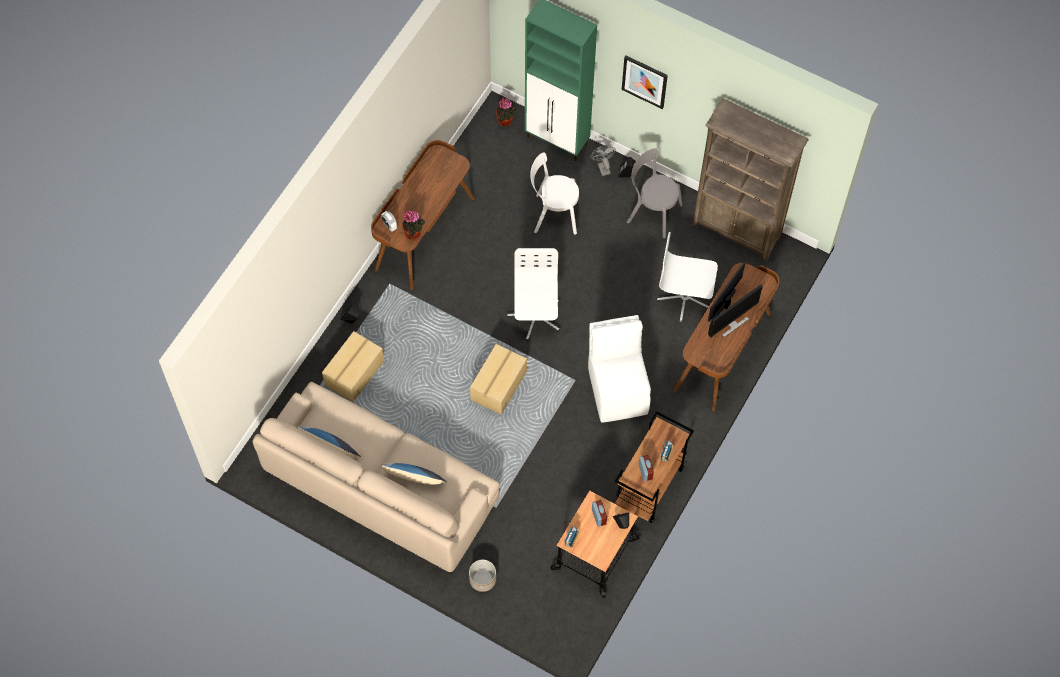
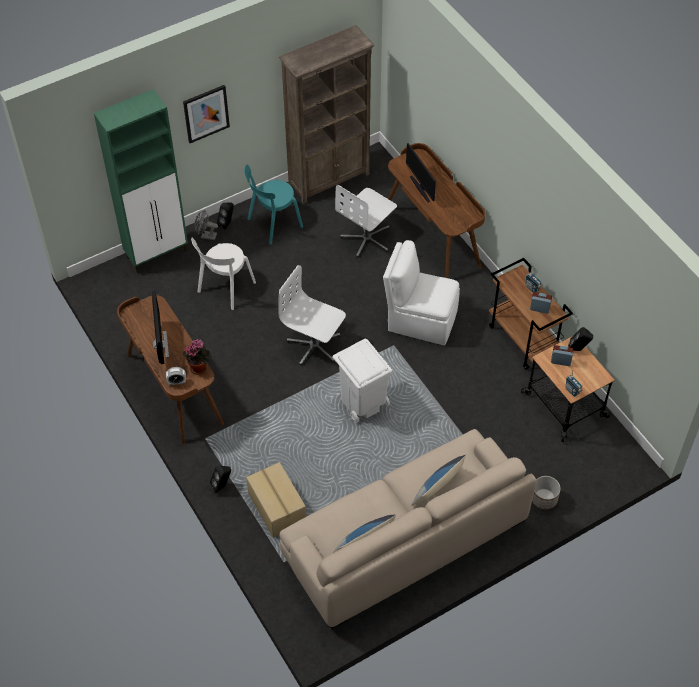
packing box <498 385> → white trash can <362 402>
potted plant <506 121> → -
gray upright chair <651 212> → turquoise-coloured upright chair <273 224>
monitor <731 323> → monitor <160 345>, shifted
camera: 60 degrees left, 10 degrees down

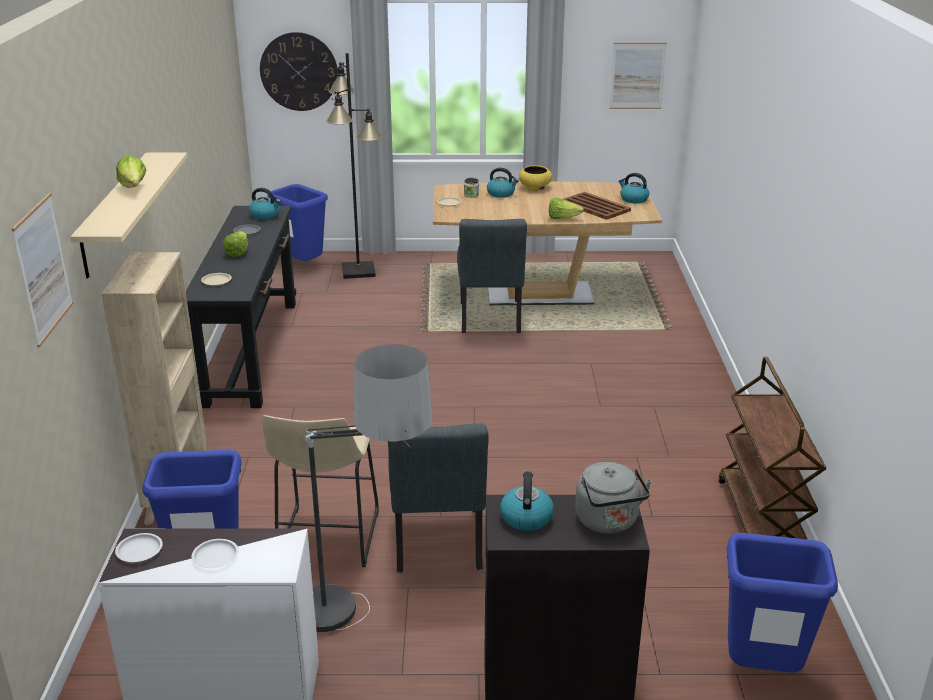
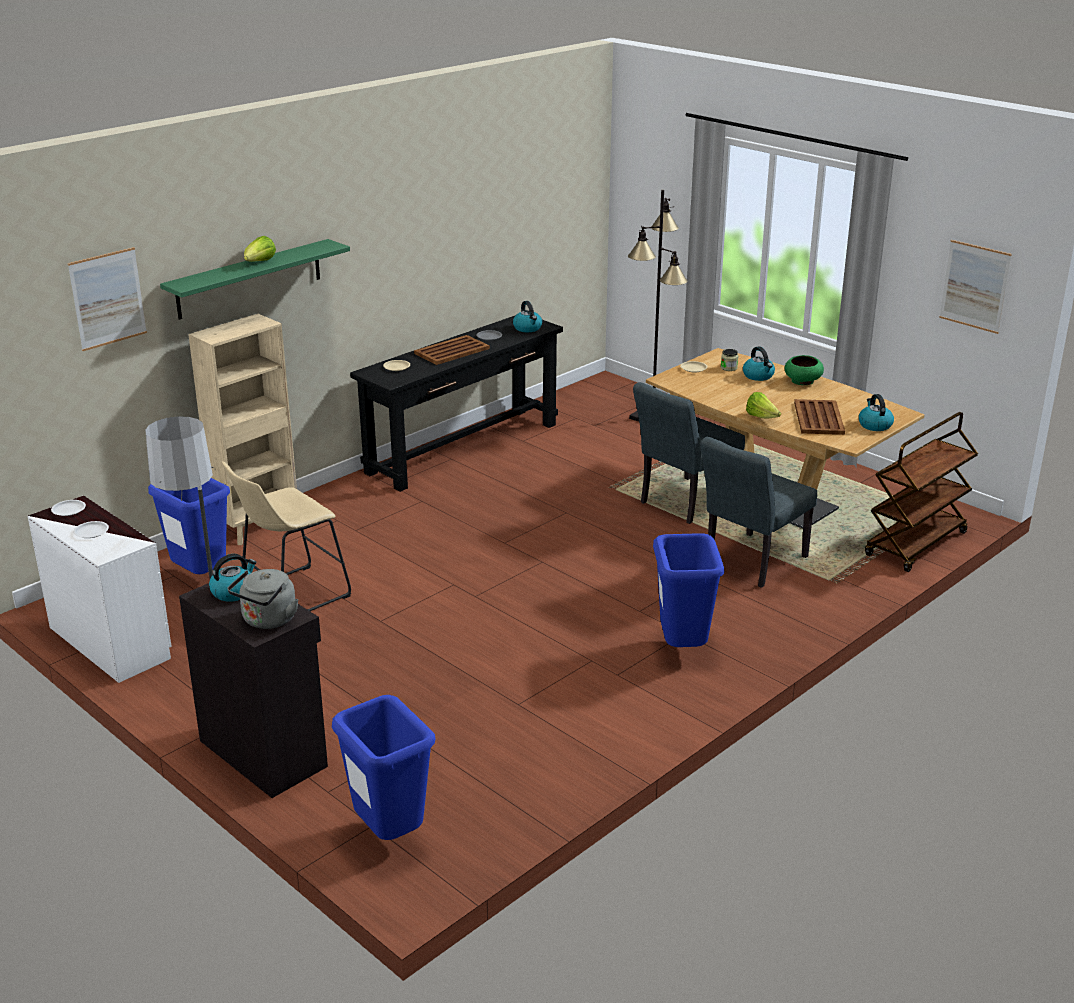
beige-coloured bracket shelf <115 213> → green bracket shelf <249 279>
head of lettuce <238 252> → brownish serving tray <451 351>
clock on the wall <299 71> → -
blue trash can <303 266> → blue trash can <682 650>, shifted
gray upright chair <438 546> → gray upright chair <750 563>, shifted
yellowish deep dish <535 188> → green deep dish <802 381>
brownish trolley <762 520> → brownish trolley <916 545>, shifted
camera: 45 degrees right, 0 degrees up

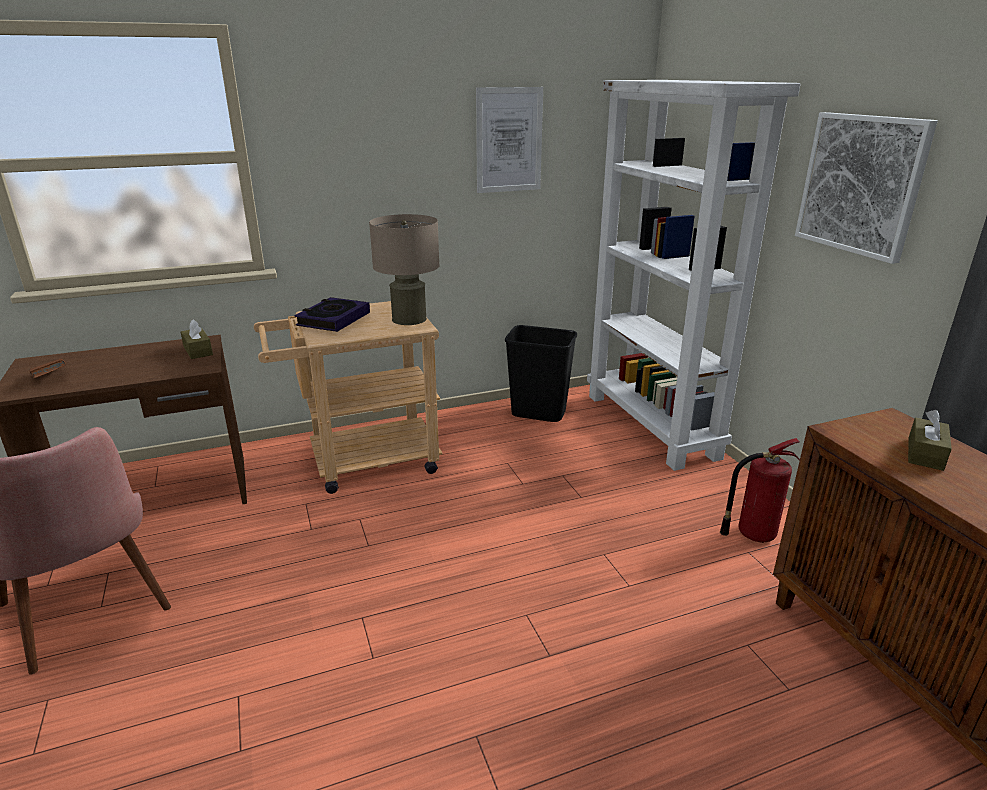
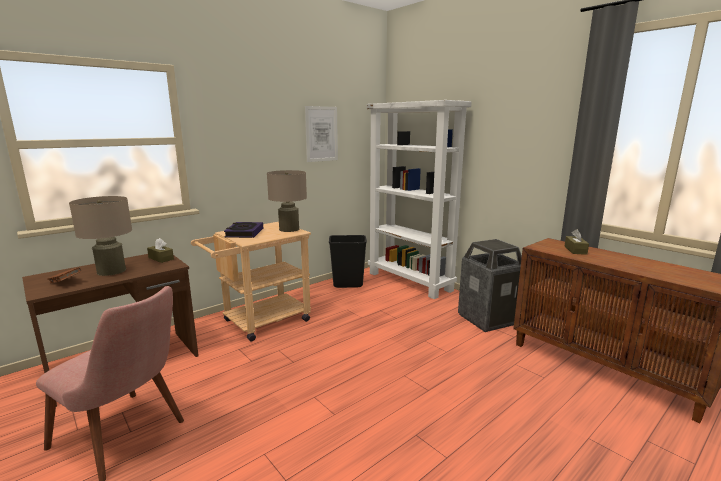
fire extinguisher <753 534> → trash can <487 319>
picture <861 184> → -
- → beige-coloured table lamp <111 271>
camera: 20 degrees left, 10 degrees down

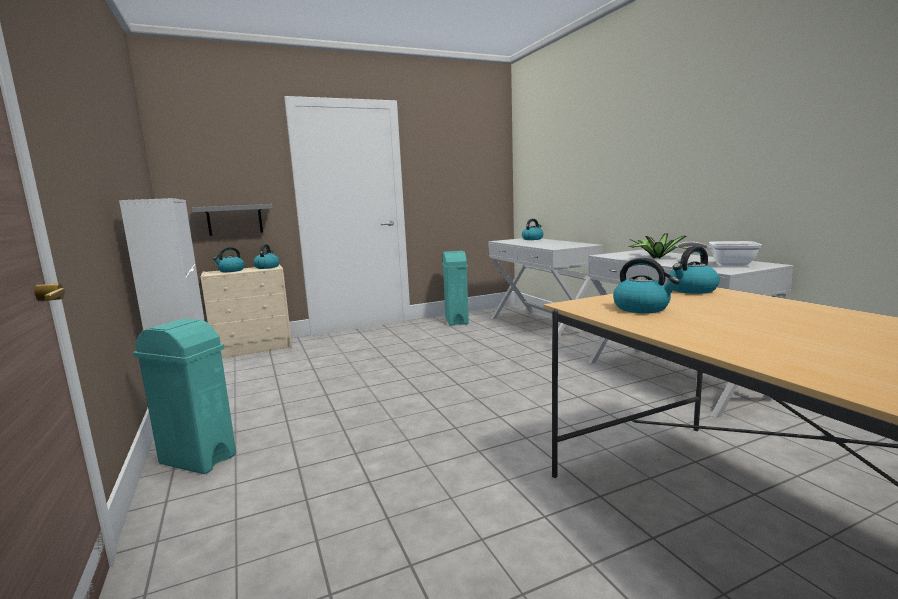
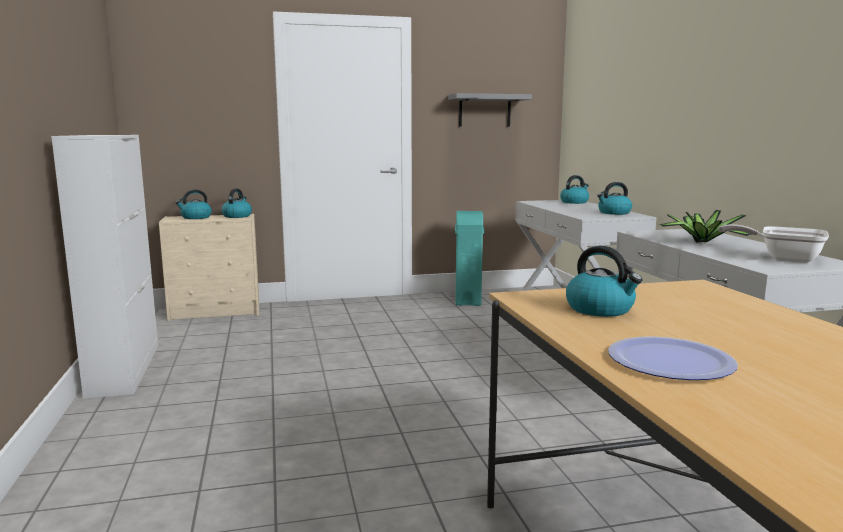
turquoise-coloured trash can <198 459> → -
gray bracket shelf <234 219> → gray bracket shelf <484 110>, shifted
water kettle <691 290> → water kettle <614 213>, shifted
- → plate <670 361>
camera: 10 degrees right, 0 degrees up

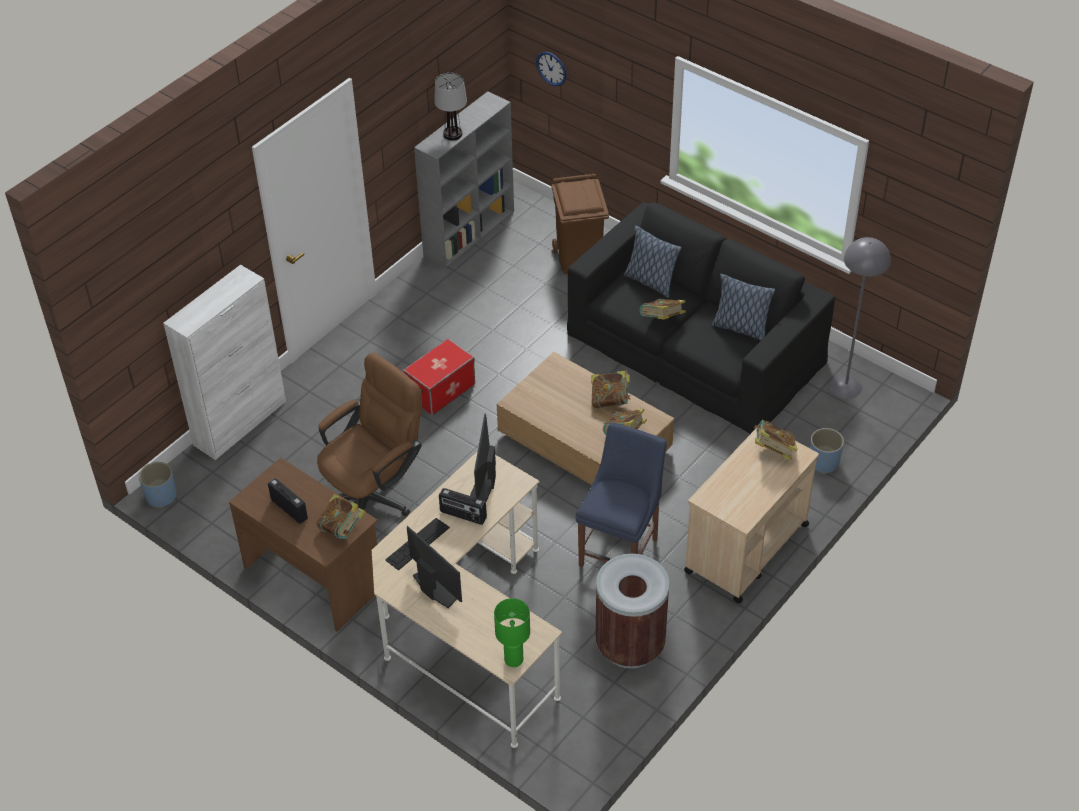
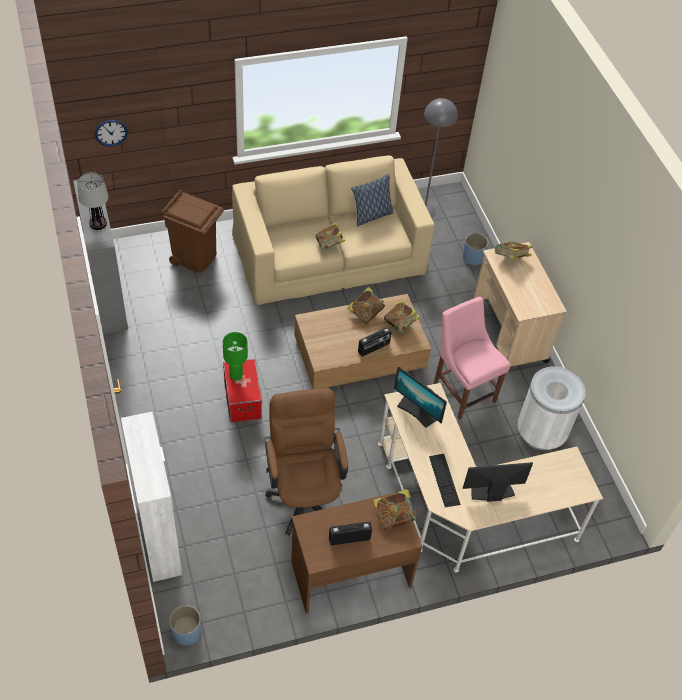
radio receiver <463 515> → radio receiver <374 348>, shifted
green table lamp <513 659> → green table lamp <235 375>, shifted
black couch <696 346> → beige-coloured couch <329 252>
blue upright chair <620 549> → pink-coloured upright chair <462 391>
brownish trash can <630 645> → white trash can <541 433>
throw pillow <650 281> → -
camera: 60 degrees left, 5 degrees up

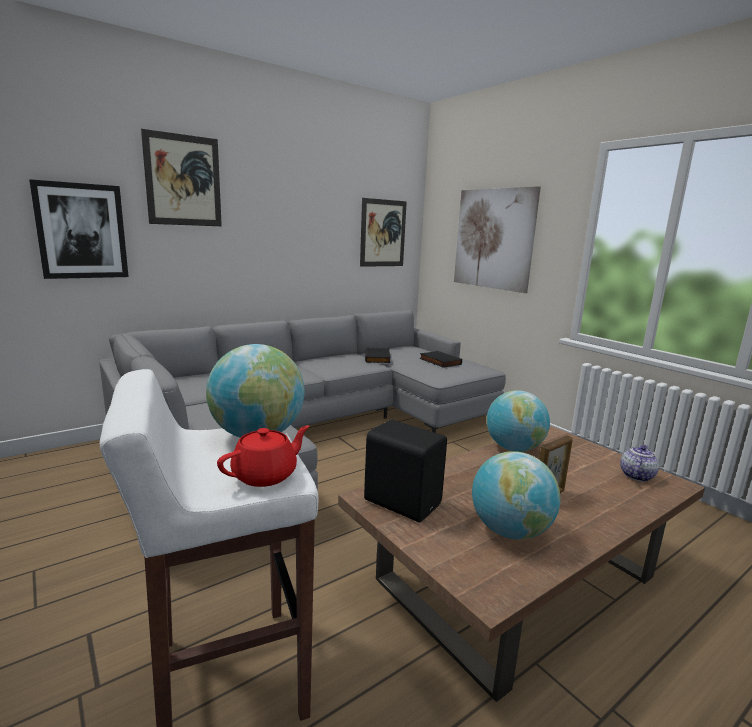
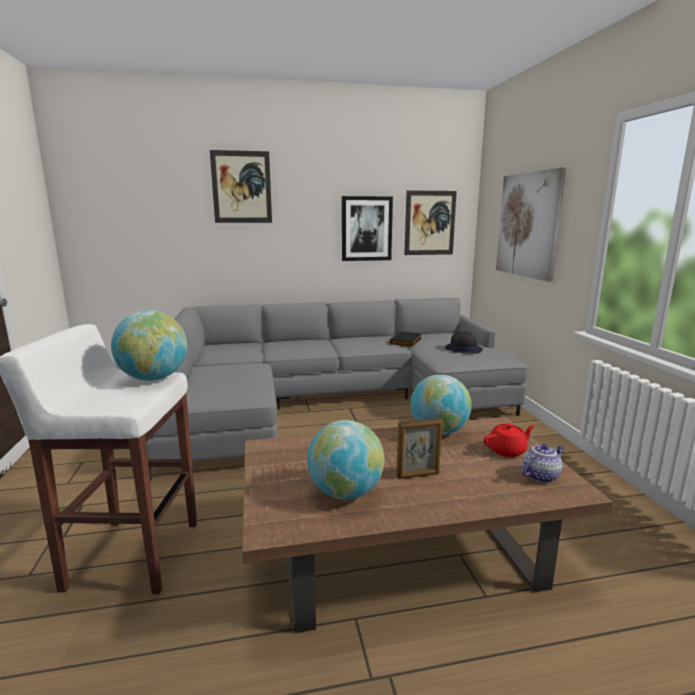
picture <81 231> → picture <366 228>, shifted
reddish tea pot <266 475> → reddish tea pot <507 450>, shifted
black audio speaker <402 501> → -
black bound book <439 361> → black hat <463 349>
camera: 25 degrees right, 0 degrees up

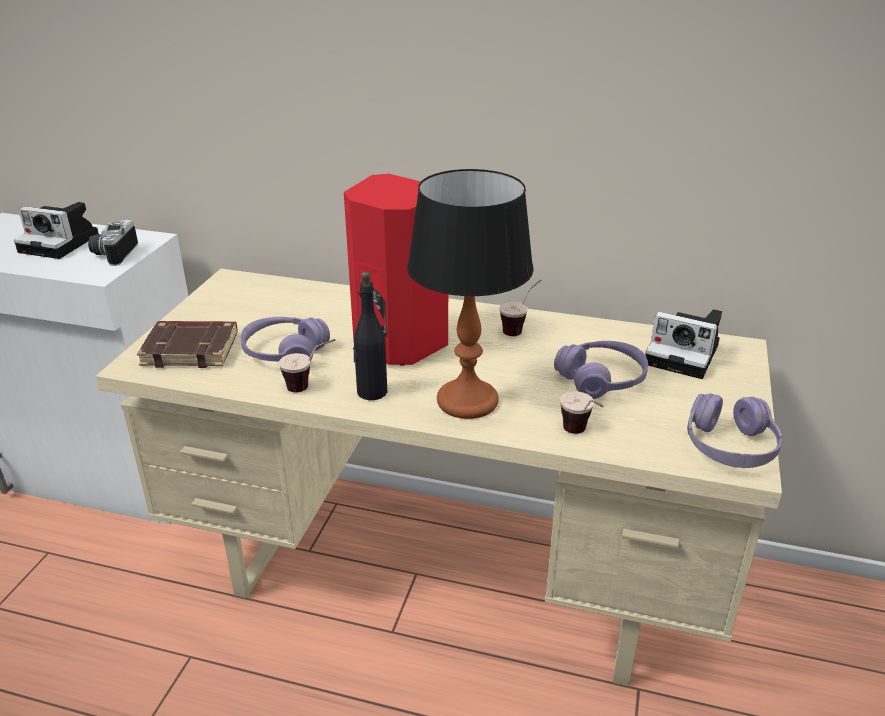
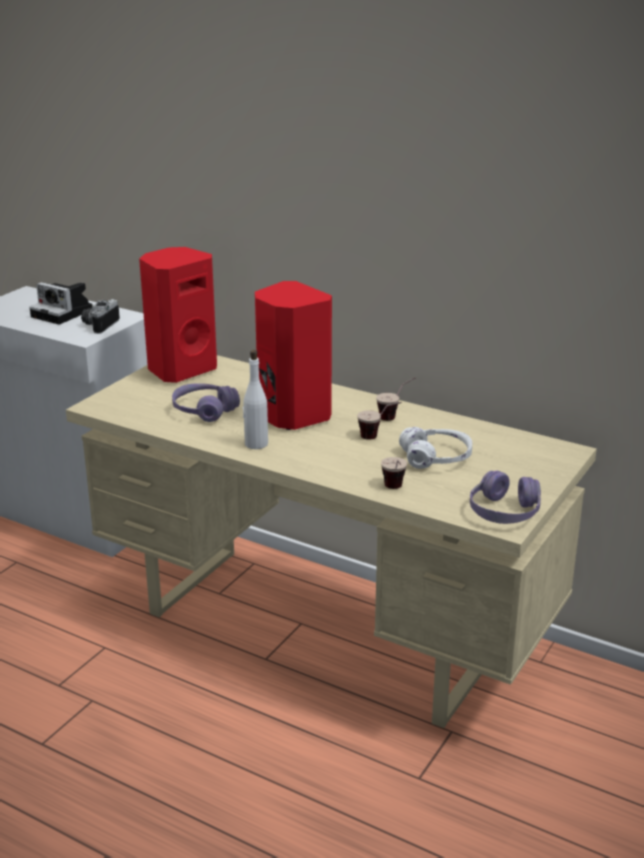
brownish bound book <192 349> → -
drinking cup <310 386> → drinking cup <378 437>, shifted
black beverage bottle <371 392> → white beverage bottle <256 444>
table lamp <466 401> → -
purple-coloured pair of headphones <601 380> → white pair of headphones <436 458>
photo camera <685 355> → -
- → reddish audio speaker <180 370>
camera: 15 degrees right, 5 degrees down

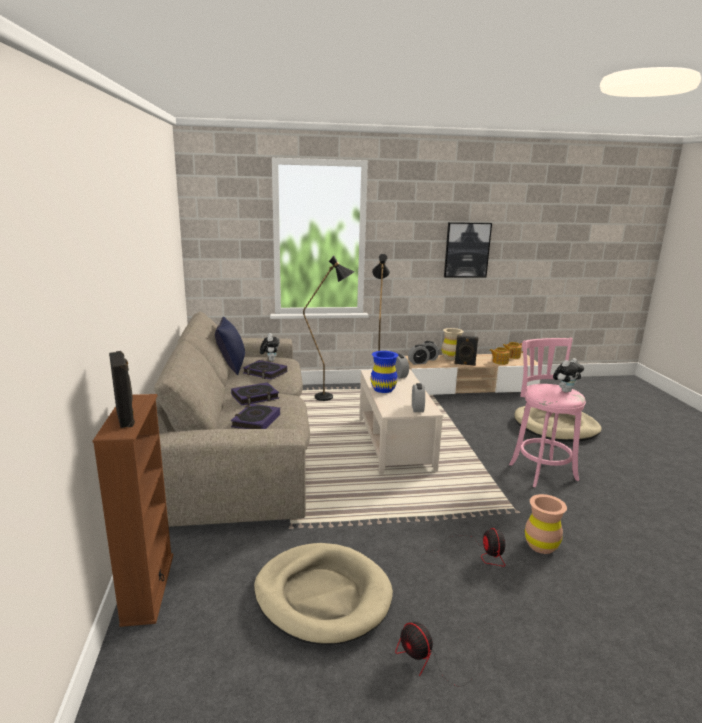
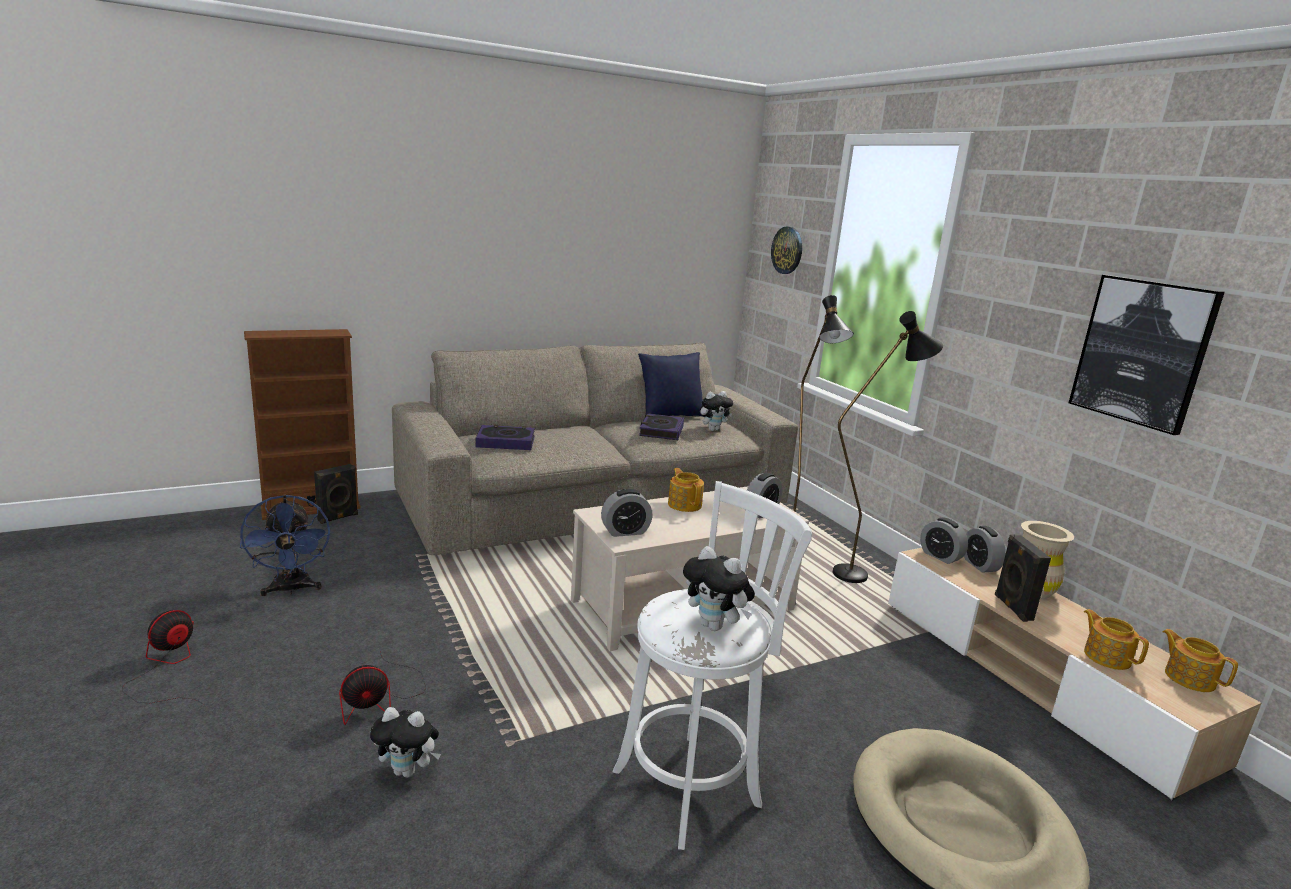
black audio speaker <126 418> → black audio speaker <338 518>, shifted
bound book <255 397> → -
beige-coloured dog bed <322 596> → blue electric fan <291 589>
blue vase <383 389> → tea pot <684 504>
pink-coloured stool seat <540 470> → white stool seat <692 785>
brownish vase <541 545> → cuddly toy <408 771>
- → clock on the wall <787 250>
camera: 70 degrees right, 0 degrees up

